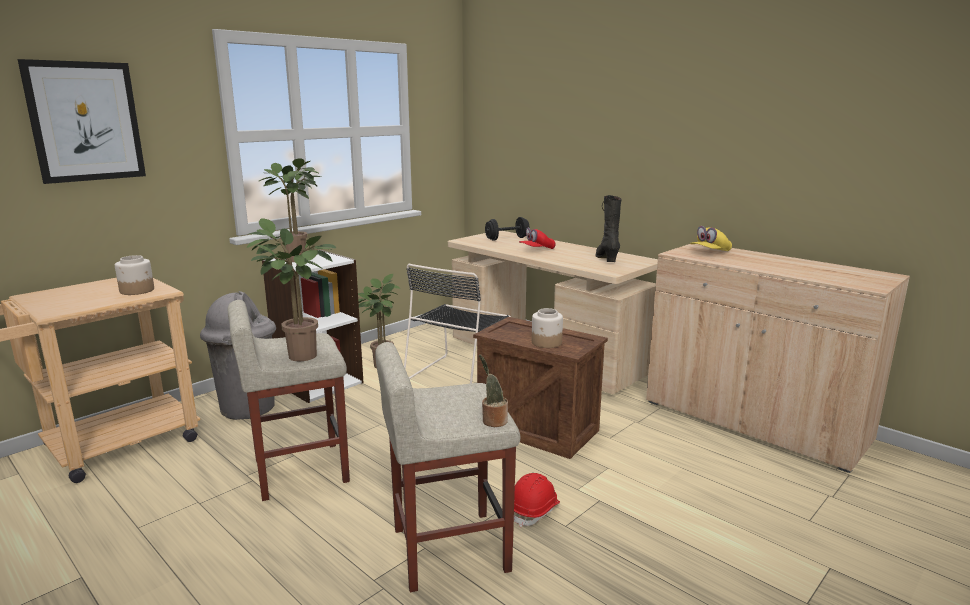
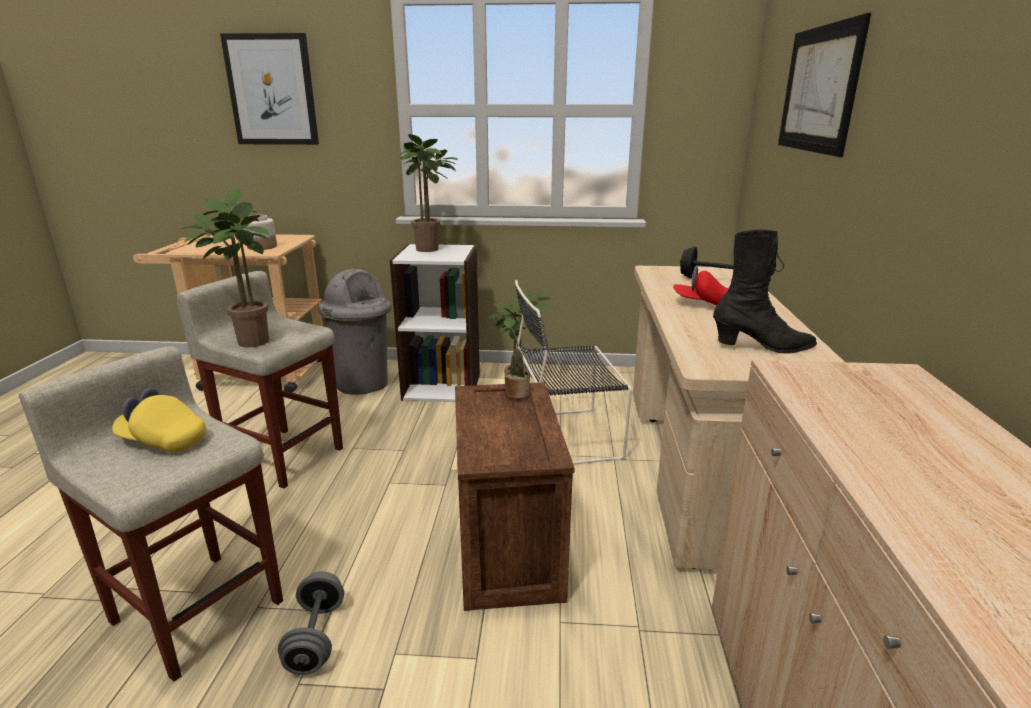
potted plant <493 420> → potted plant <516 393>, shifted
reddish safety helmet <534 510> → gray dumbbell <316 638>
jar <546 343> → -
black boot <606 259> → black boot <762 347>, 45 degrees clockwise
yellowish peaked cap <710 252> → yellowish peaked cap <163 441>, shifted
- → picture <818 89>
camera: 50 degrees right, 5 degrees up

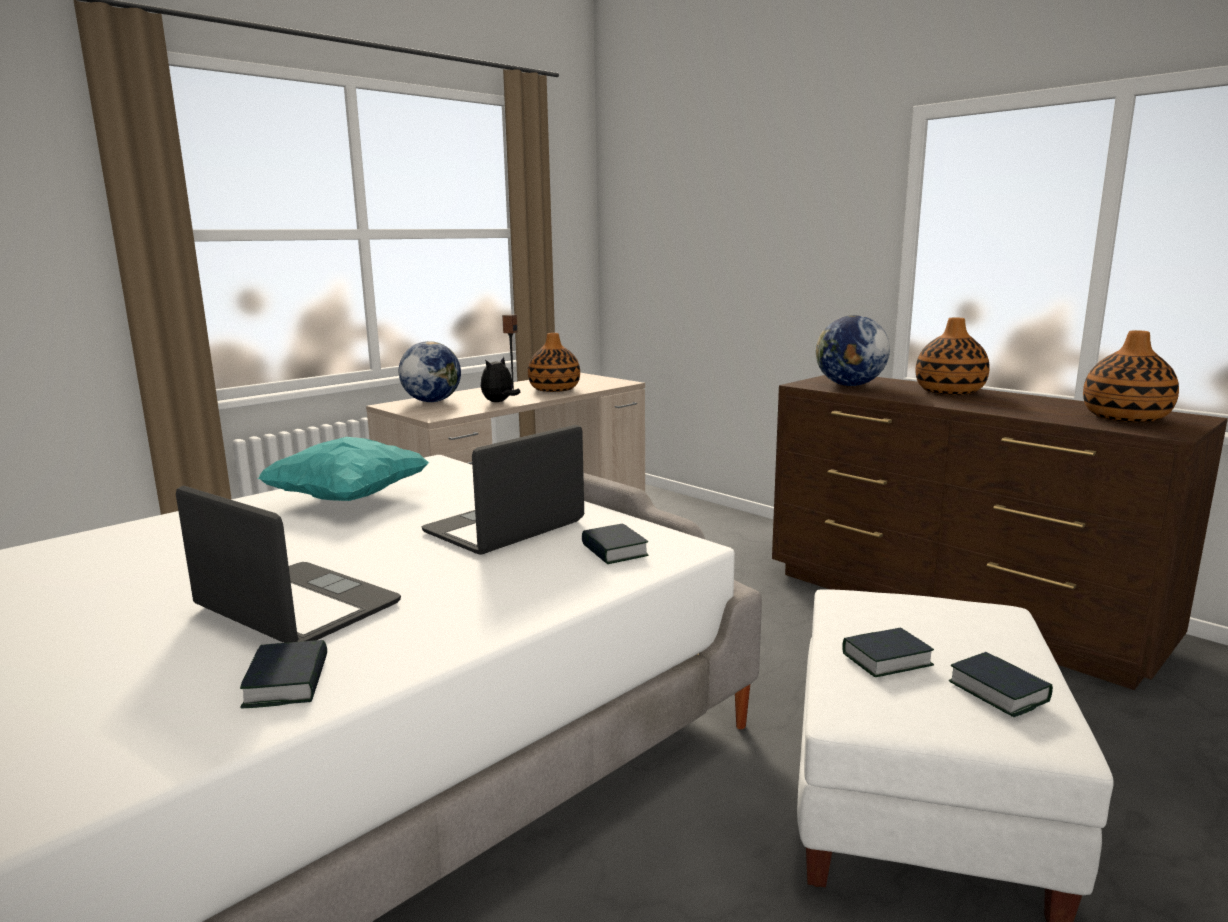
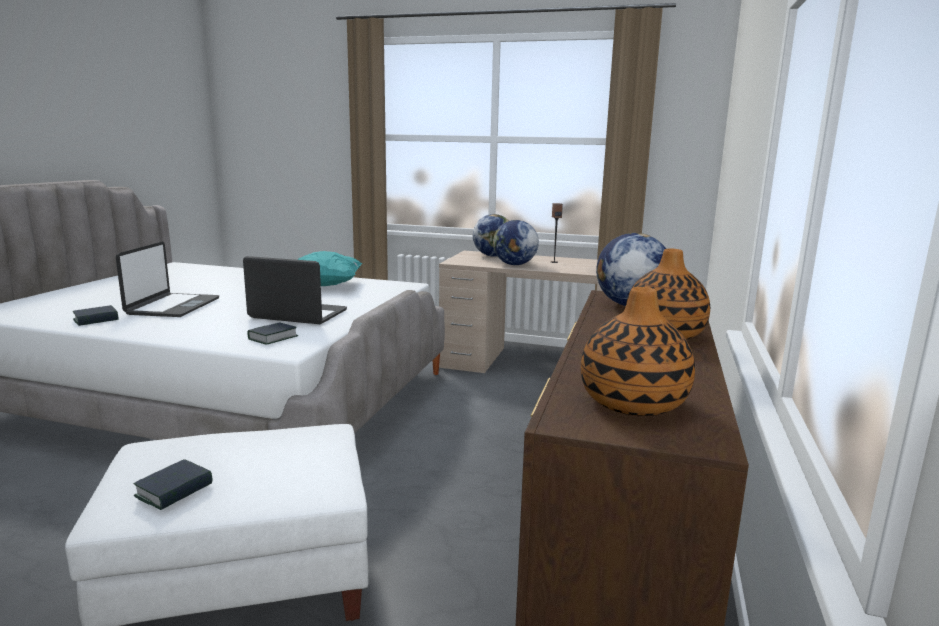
cuddly toy <499 402> → world globe <514 264>
vase <554 389> → -
bound book <886 659> → -
camera: 60 degrees right, 0 degrees up

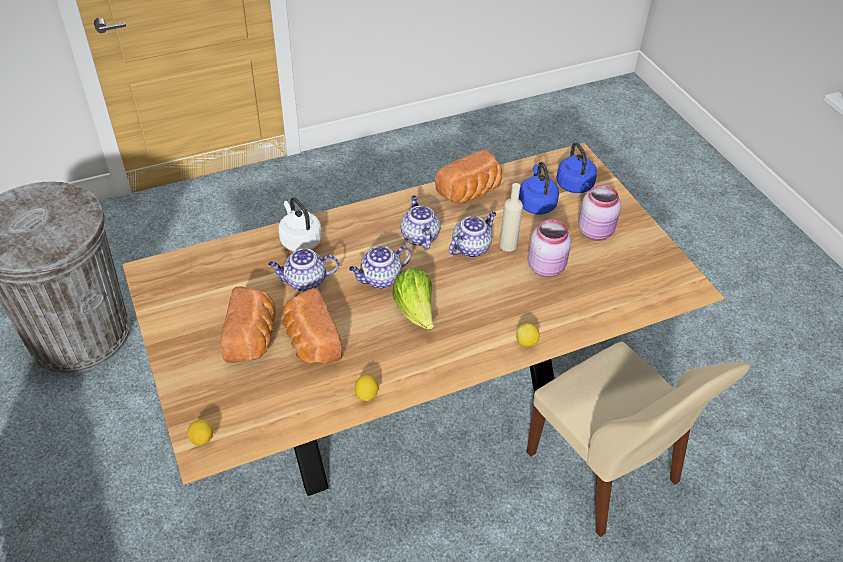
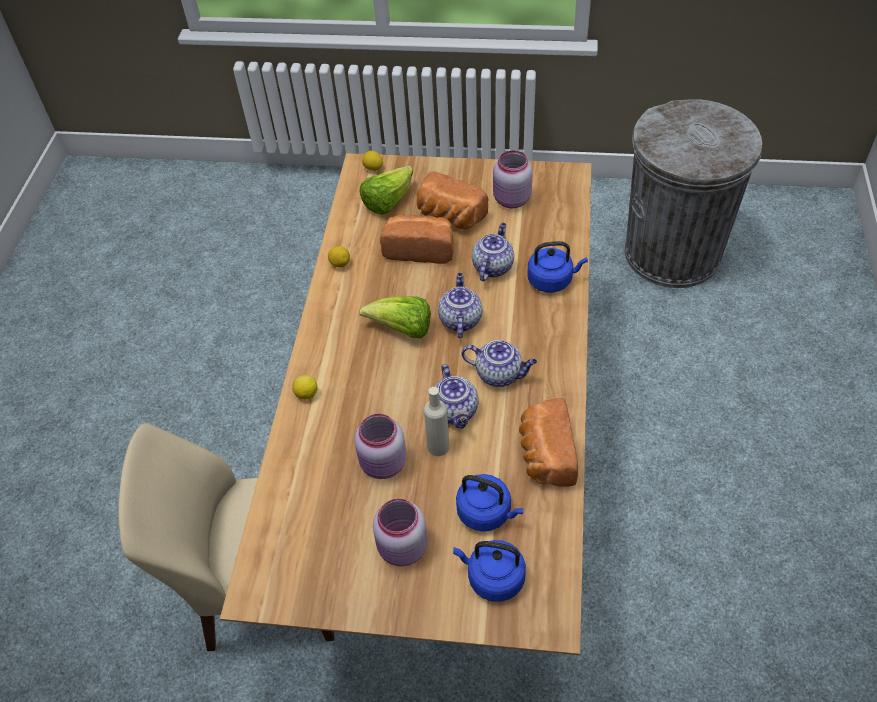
white water kettle <299 240> → blue water kettle <552 280>
- → head of lettuce <388 202>
- → pink-coloured jar <511 200>
camera: 125 degrees right, 5 degrees up

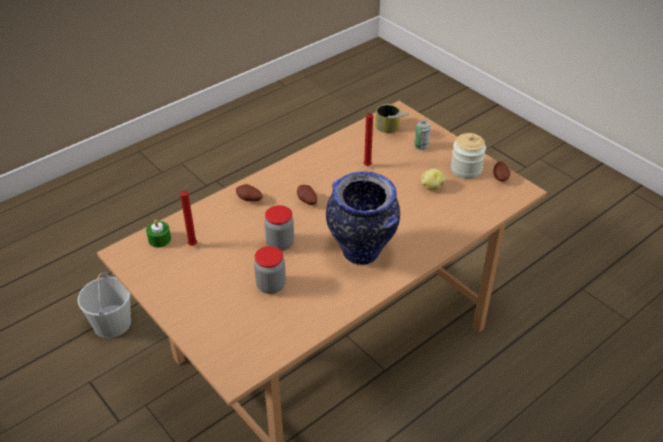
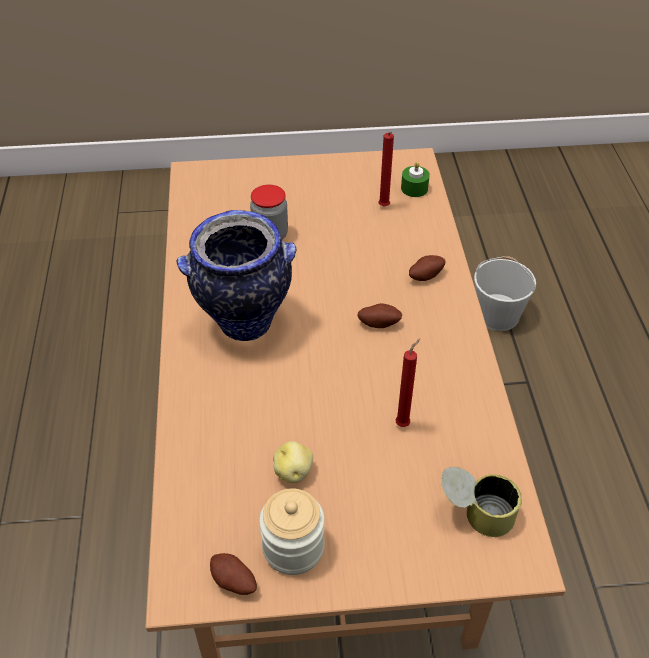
jar <280 243> → -
metal can <421 146> → -
camera: 125 degrees right, 5 degrees up

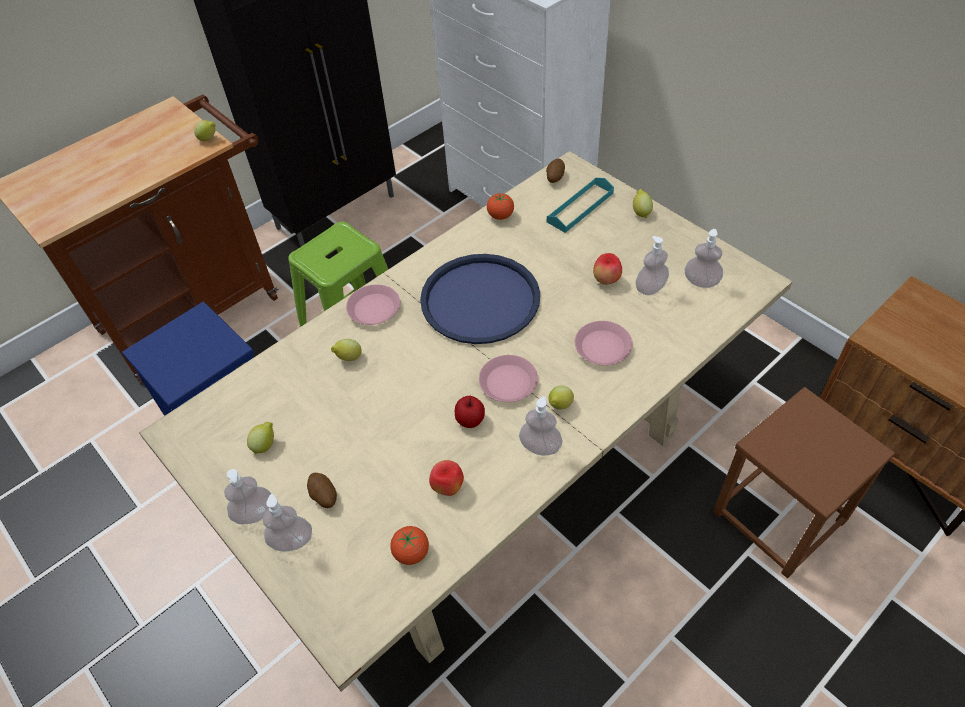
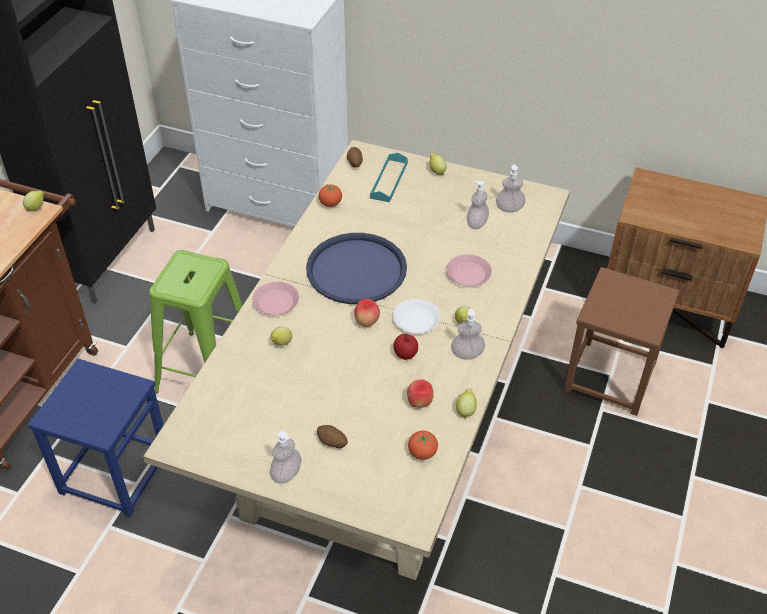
whole lemon <265 445> → whole lemon <466 410>, shifted
soap bottle <292 541> → -
pink-coloured plate <508 382> → white plate <416 319>
apple <606 280> → apple <367 322>, shifted
camera: 30 degrees left, 5 degrees down

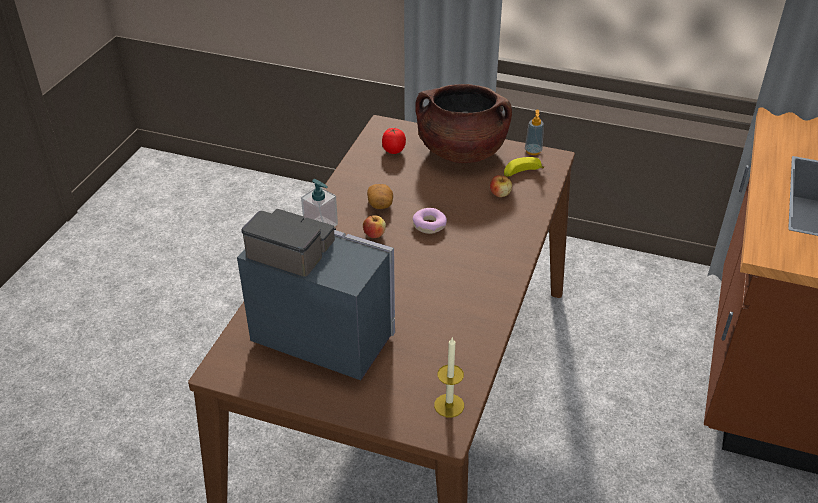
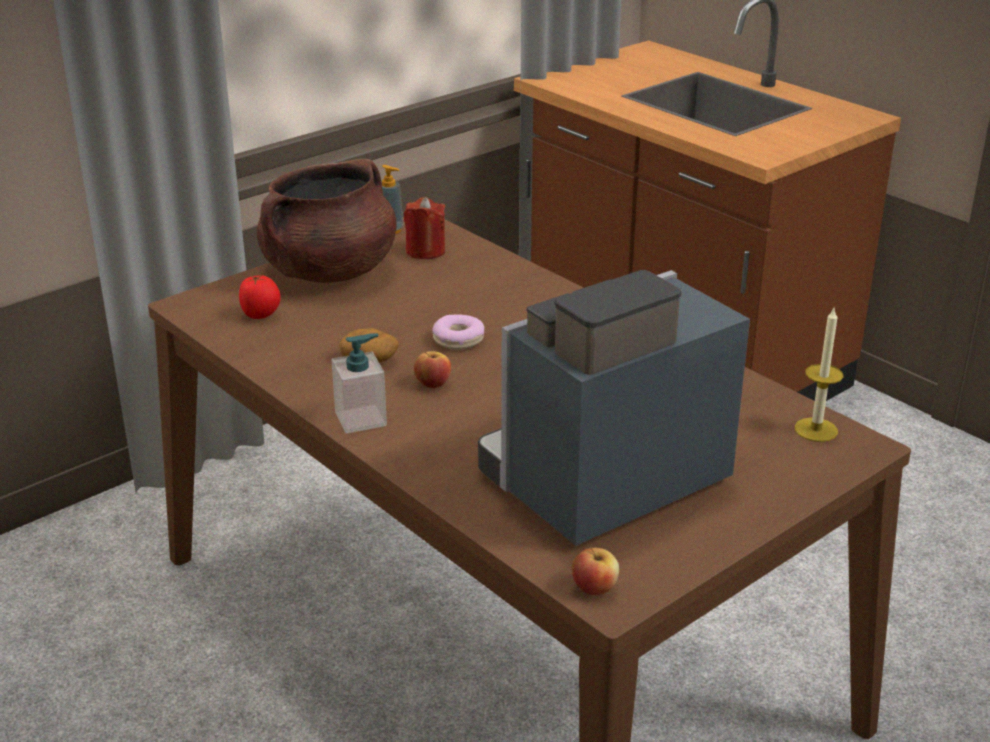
apple <500 194> → apple <594 587>, shifted
whole banana <521 173> → reddish candle <425 251>
camera: 60 degrees left, 10 degrees down

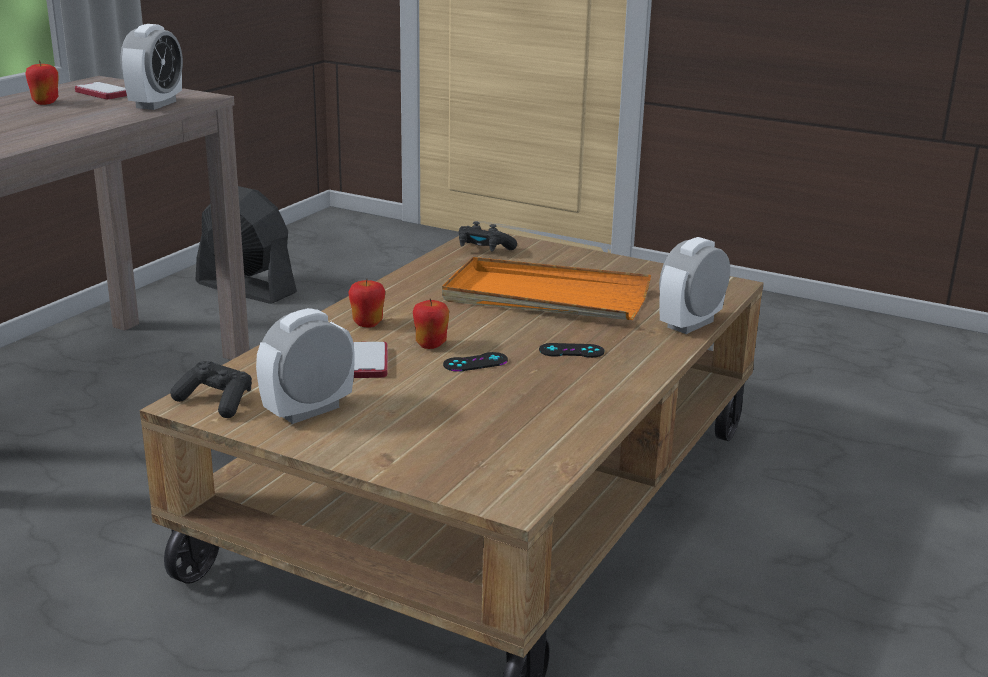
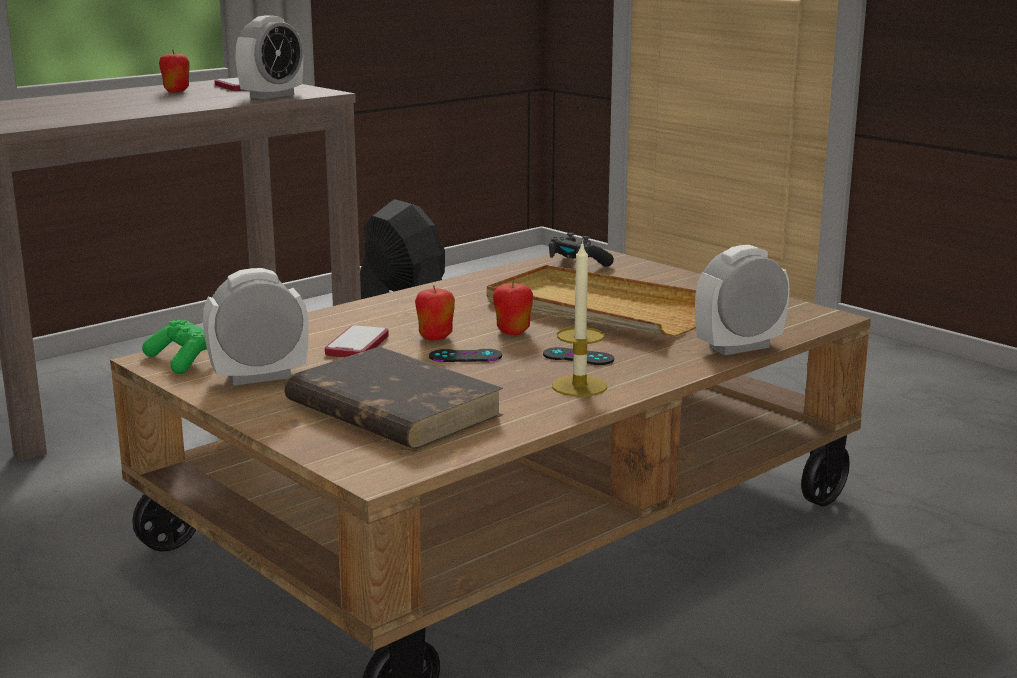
black game controller <216 402> → green game controller <182 360>
apple <367 323> → apple <513 331>, shifted
orangey serving tray <545 297> → beige-coloured serving tray <599 309>
- → brownish bound book <391 408>
- → candle <579 386>
camera: 20 degrees right, 5 degrees down

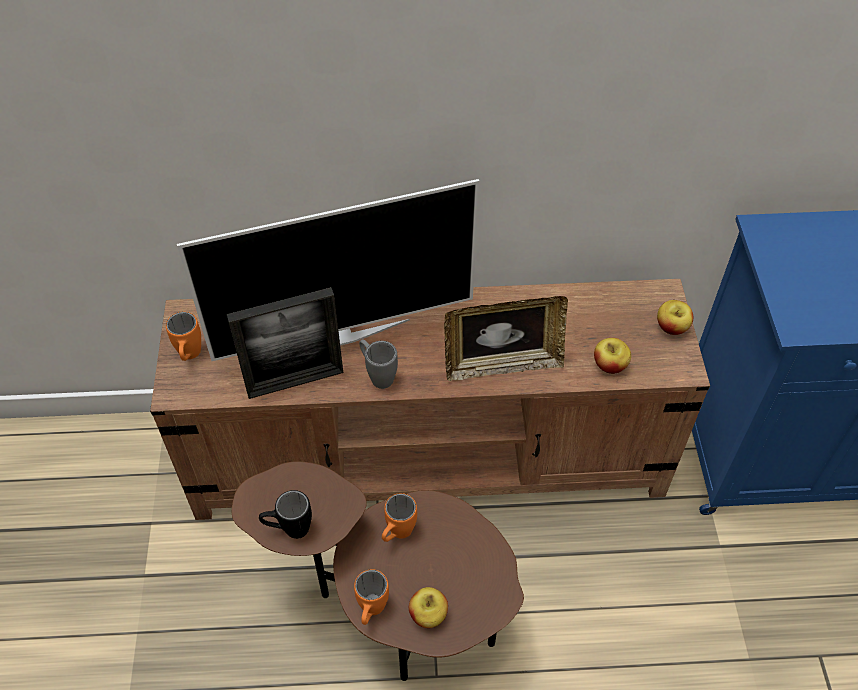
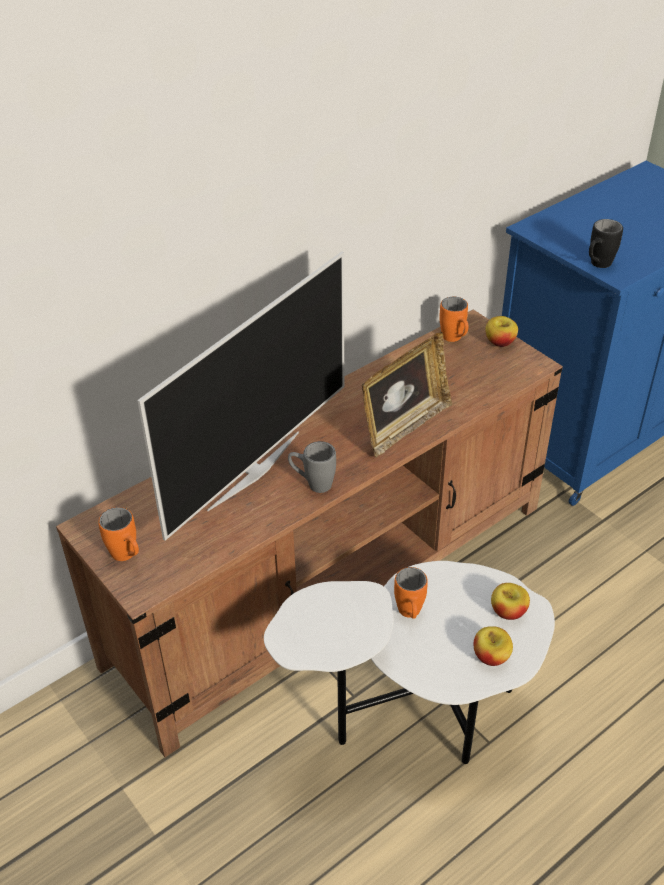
standing frame <295 382> → -
brownish end table <396 617> → white end table <417 719>
black coffee mug <289 529> → black coffee mug <597 265>, shifted
orangey coffee mug <371 612> → orangey coffee mug <454 340>, shifted
apple <609 365> → apple <508 612>, shifted
camera: 35 degrees left, 10 degrees down

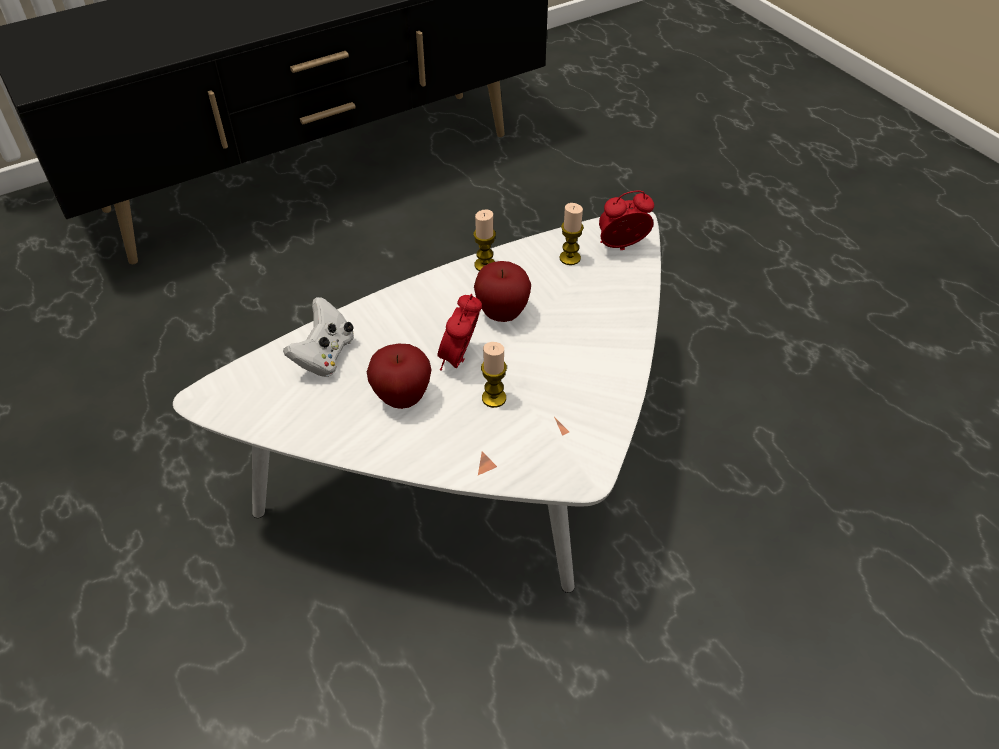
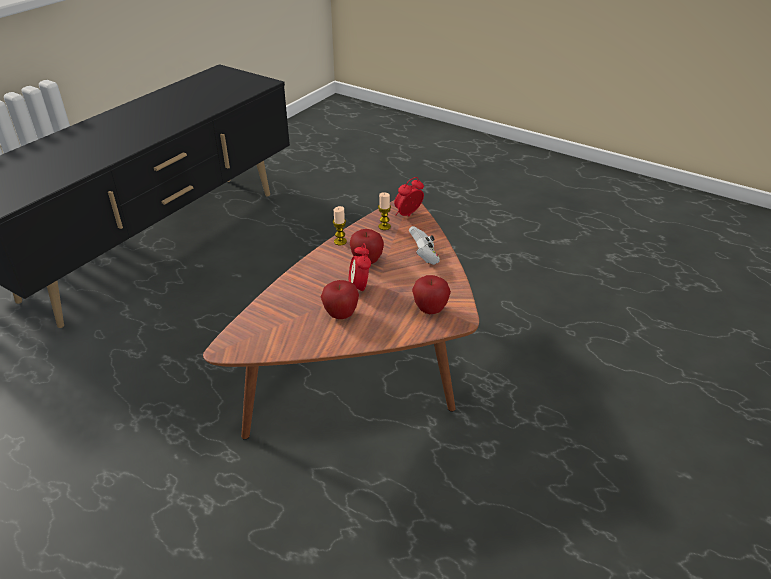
white low table <482 472> → brownish low table <368 369>
white game controller <325 355> → white game controller <424 257>, shifted
candle <494 398> → -
- → apple <430 310>
camera: 25 degrees left, 10 degrees down

